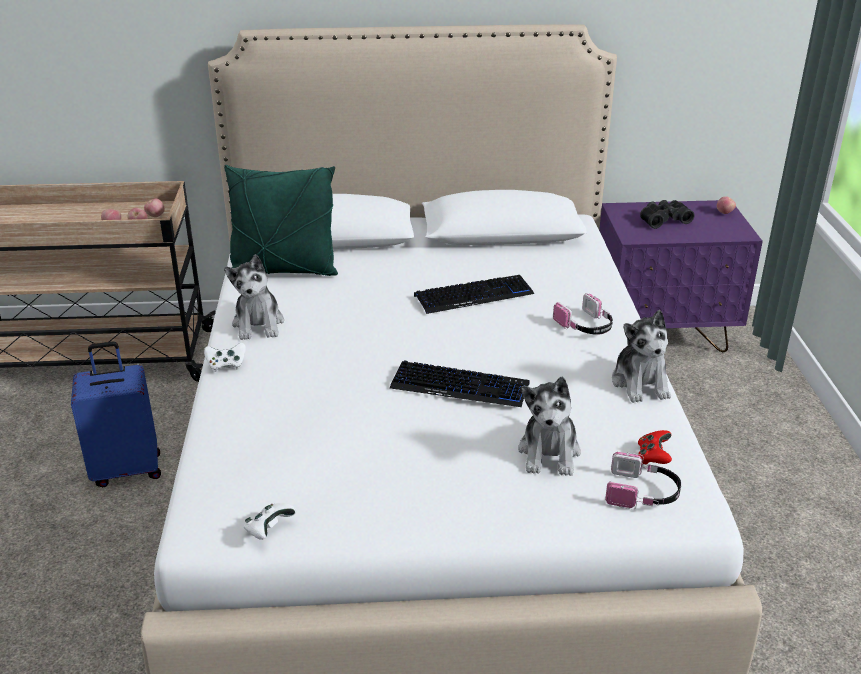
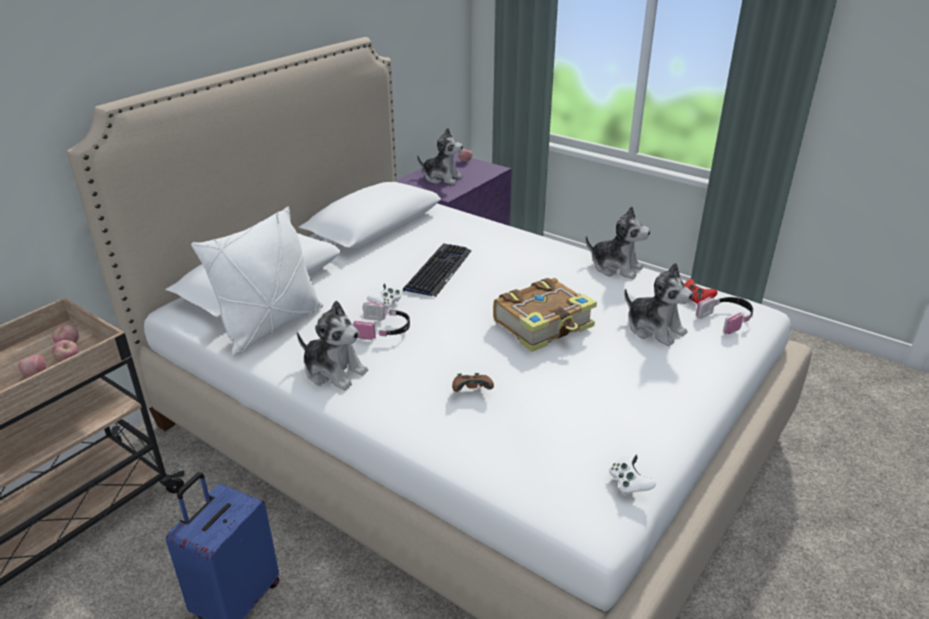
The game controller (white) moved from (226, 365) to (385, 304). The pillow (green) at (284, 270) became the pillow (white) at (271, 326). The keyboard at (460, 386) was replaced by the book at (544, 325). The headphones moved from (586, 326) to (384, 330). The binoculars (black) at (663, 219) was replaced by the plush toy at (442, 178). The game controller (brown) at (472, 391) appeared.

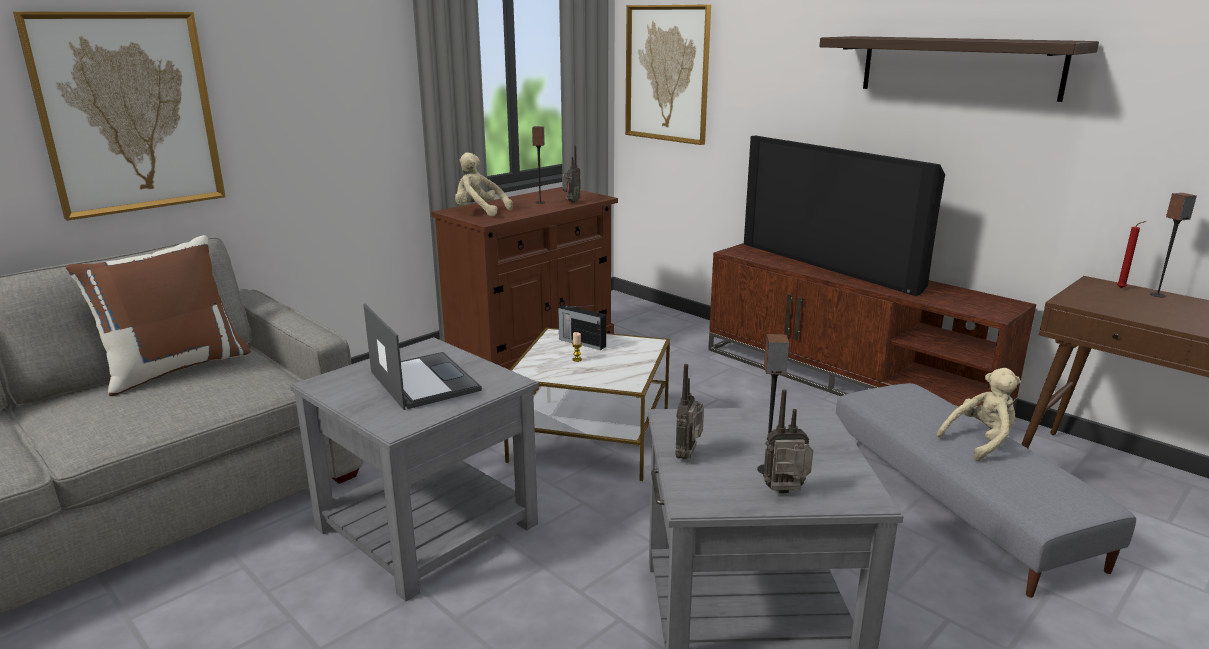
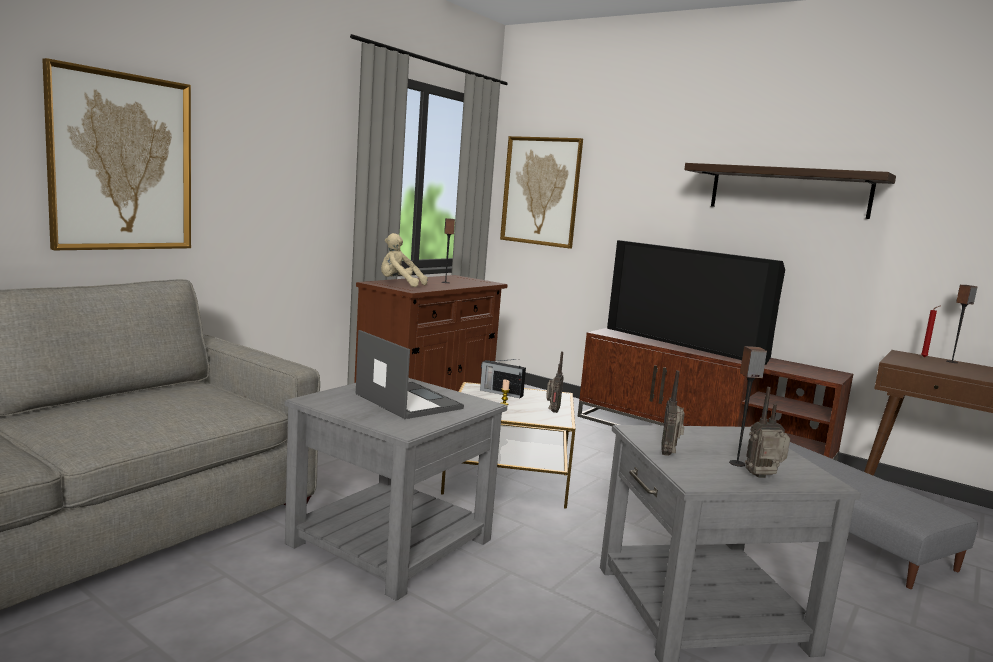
The pillow (brown) at (175, 368) disappeared. The radio moved from (571, 202) to (552, 411). The plush toy (beige) at (980, 442) disappeared.

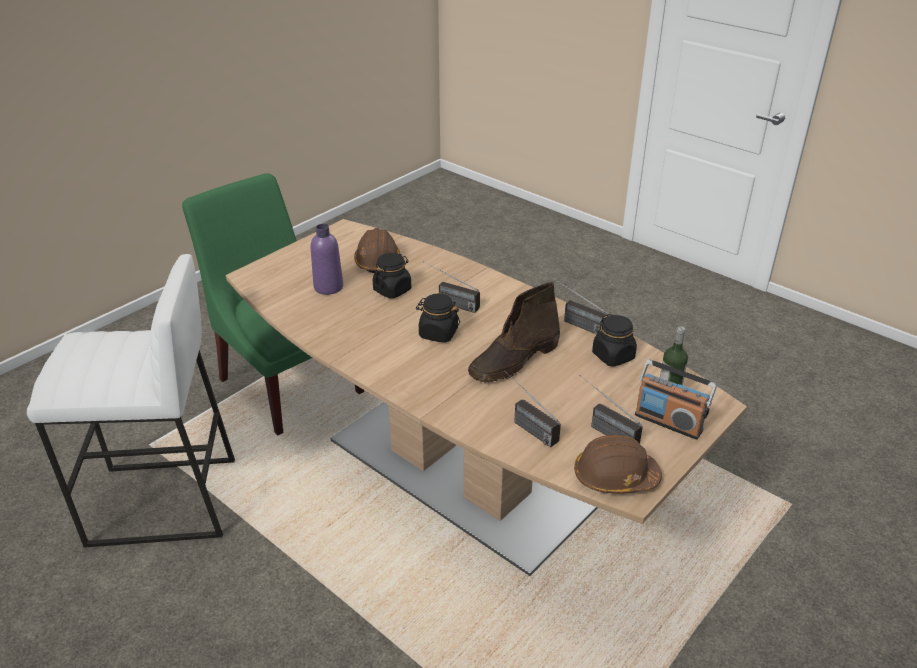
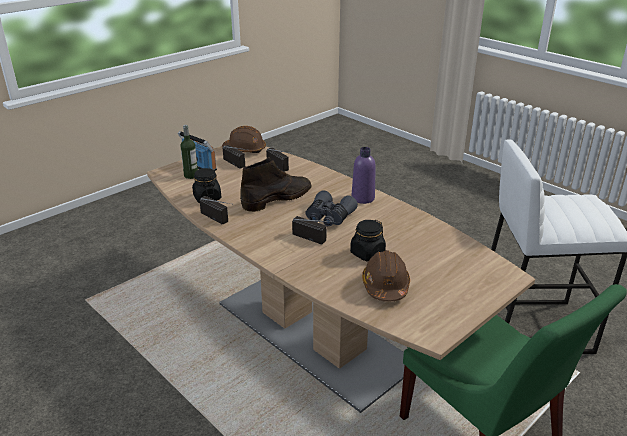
The bottle (purple) moved from (328, 287) to (363, 198). The jar (black) at (438, 333) was replaced by the binoculars (grey) at (329, 217).

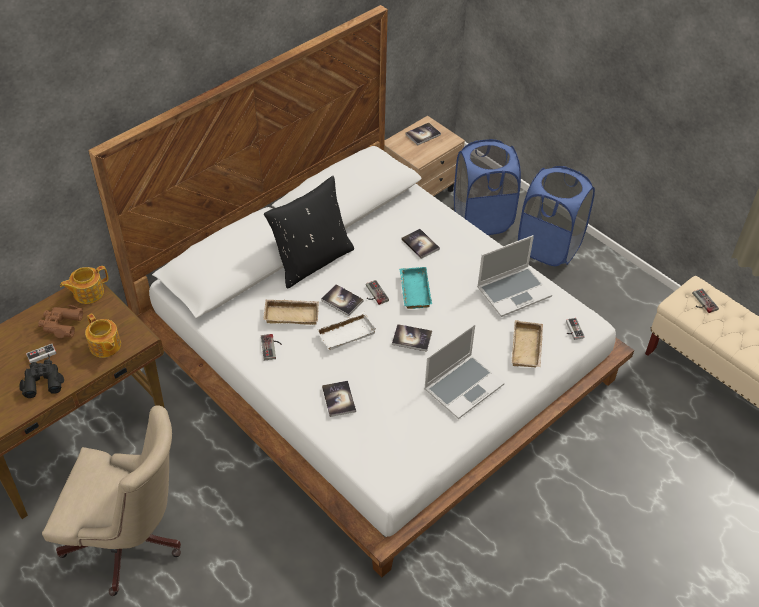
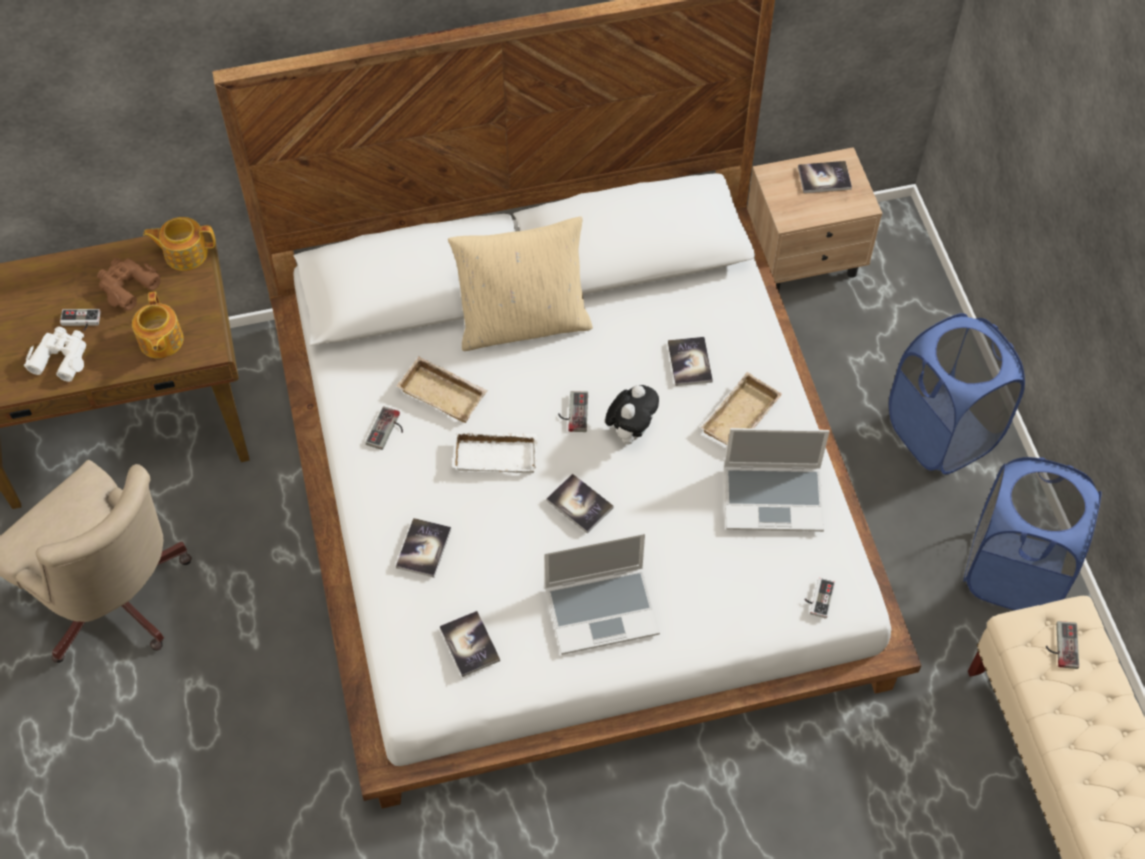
The binoculars (black) at (42, 381) became the binoculars (white) at (61, 357). The pillow (black) at (312, 261) became the pillow (beige) at (523, 322). The book moved from (342, 300) to (469, 644). The tray (turquoise) at (413, 290) was replaced by the plush toy at (631, 431). The laundry basket (blue) moved from (482, 219) to (1013, 571). The tray (beige) moved from (528, 348) to (742, 418).

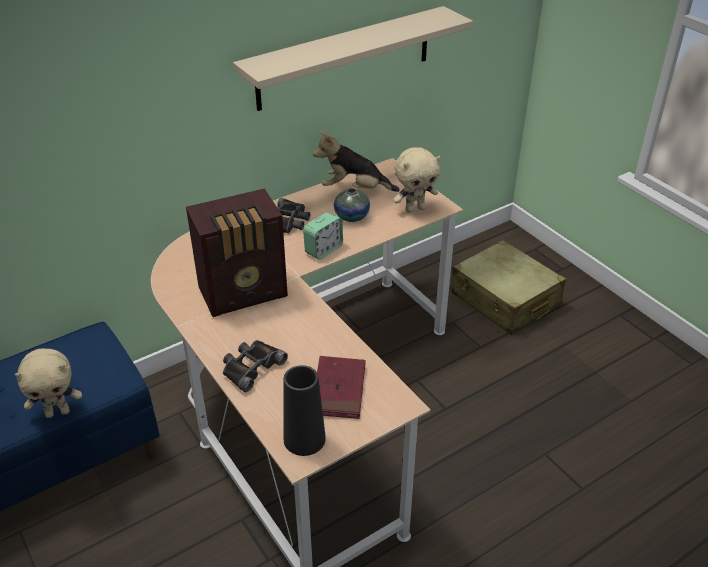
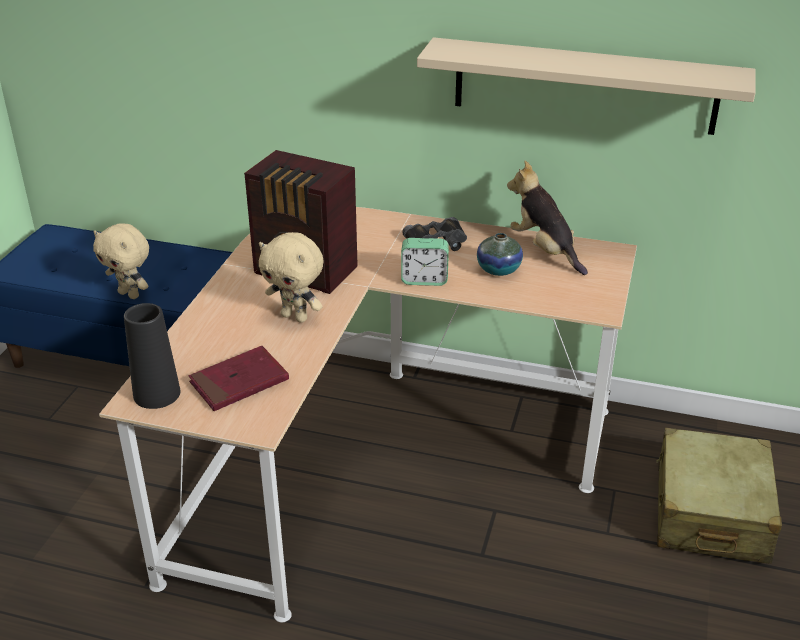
The binoculars (black) at (251, 367) disappeared. The plush toy (beige) moved from (415, 209) to (295, 317).

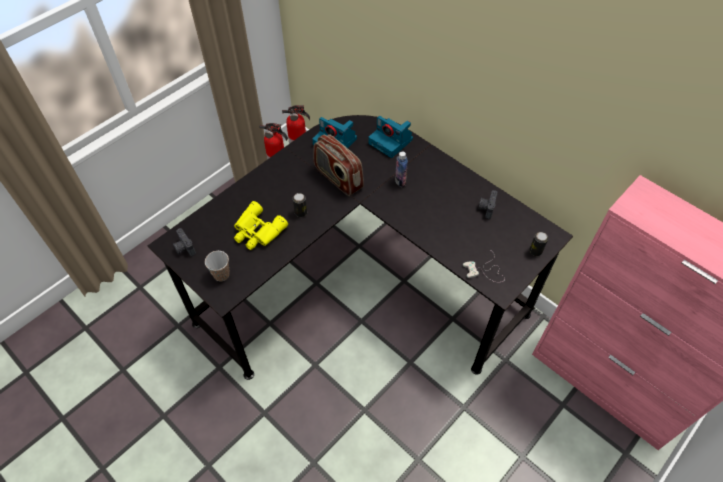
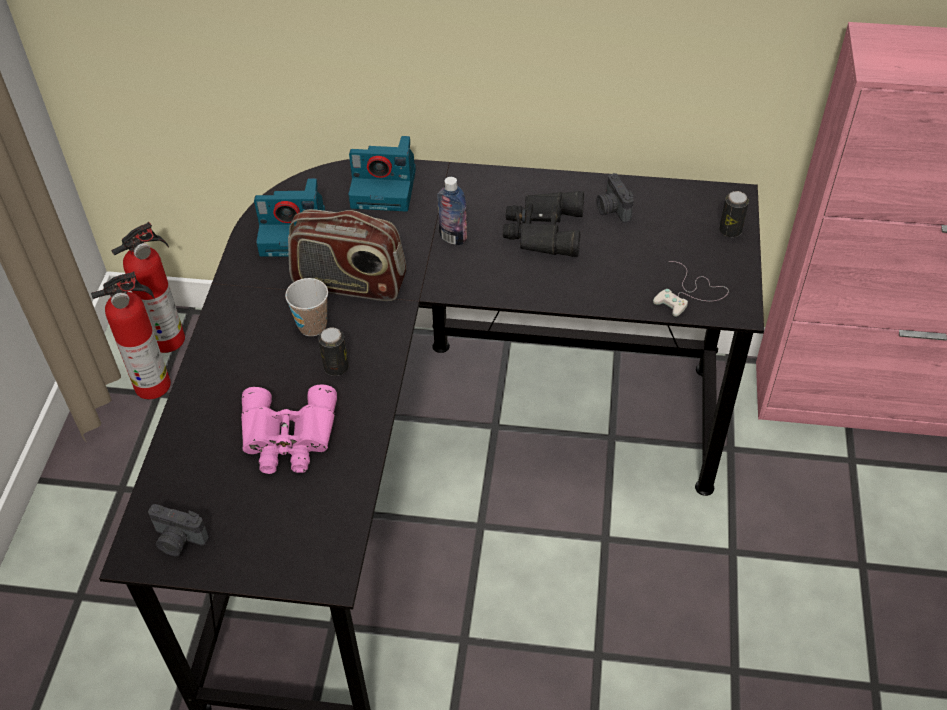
The cup moved from (221, 275) to (312, 326). The binoculars (yellow) at (257, 232) became the binoculars (pink) at (289, 438). The binoculars (black) at (542, 230) appeared.

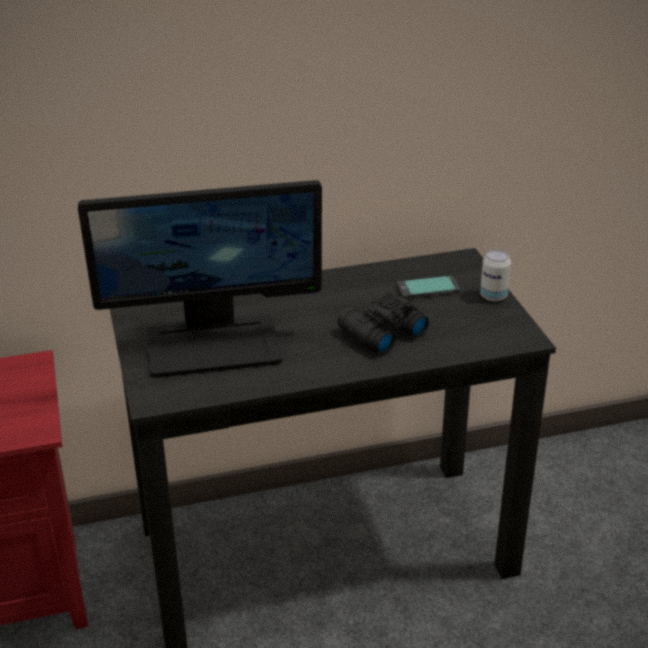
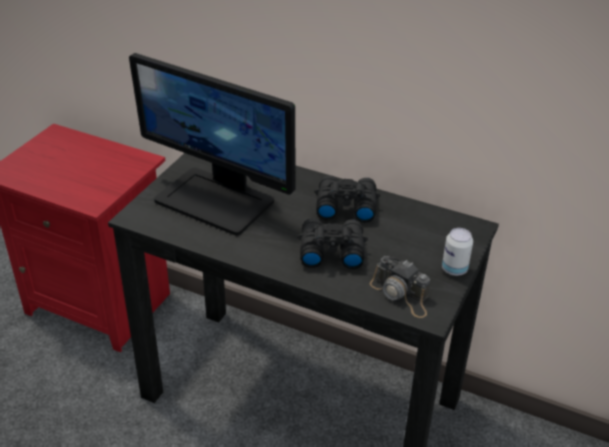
The phone at (428, 289) disappeared. The binoculars (black) at (345, 205) appeared. The photo camera at (401, 294) appeared.

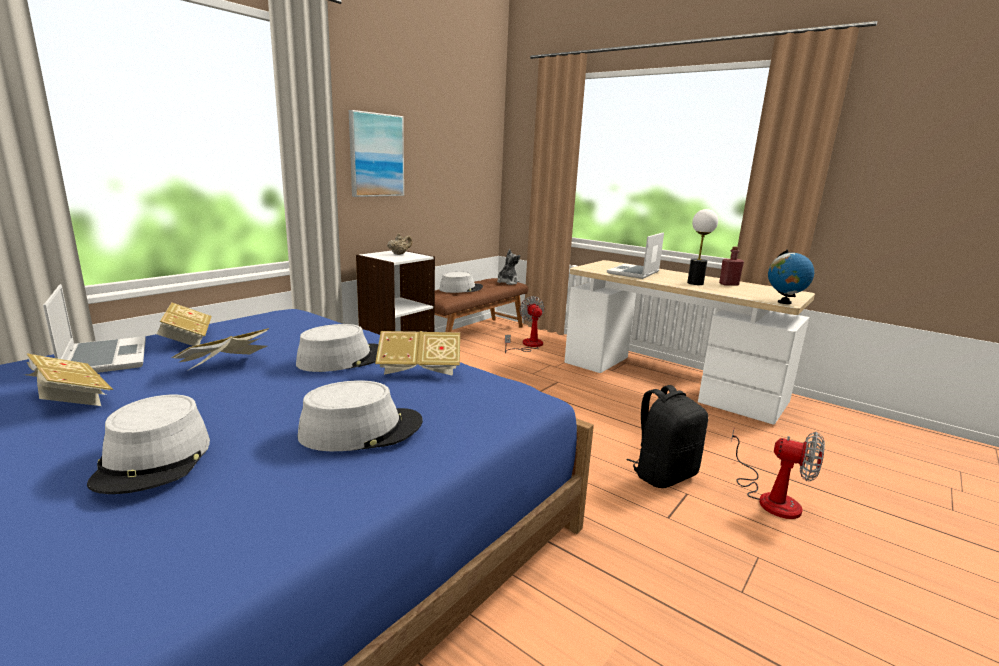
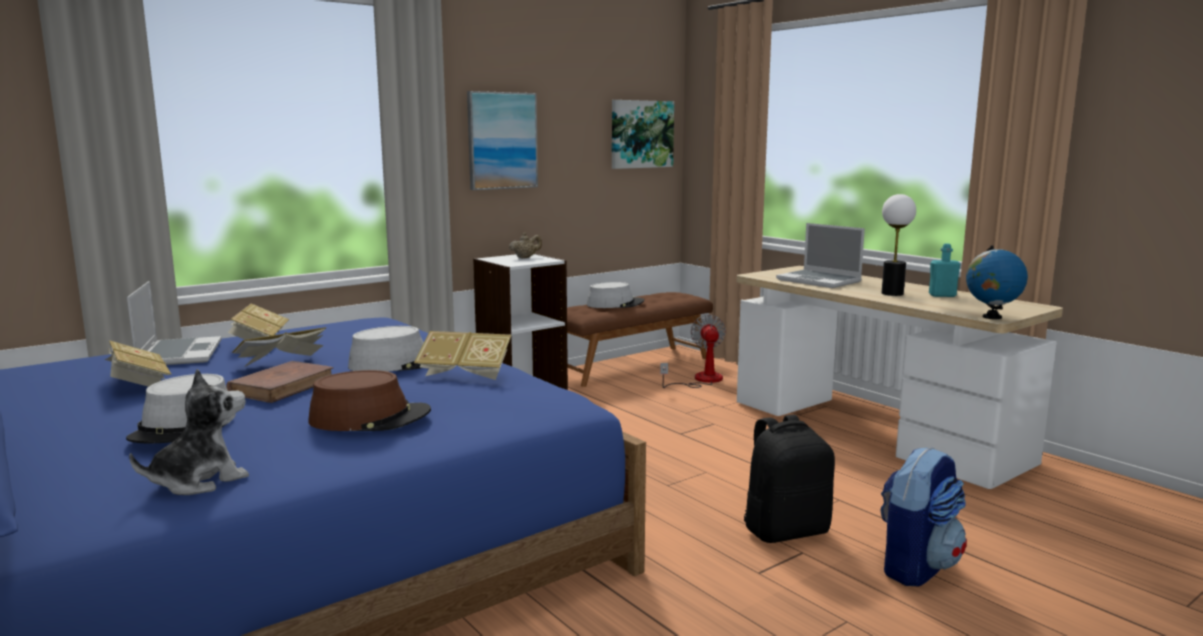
The hat (grey) at (361, 430) became the hat (brown) at (370, 418). The plush toy moved from (507, 282) to (199, 481). The laptop at (634, 273) turned 90 degrees counterclockwise. The bottle (red) at (728, 284) became the bottle (turquoise) at (942, 295). The fan at (770, 497) was replaced by the backpack at (916, 566). The book (brown) at (283, 387) appeared. The picture at (641, 134) appeared.

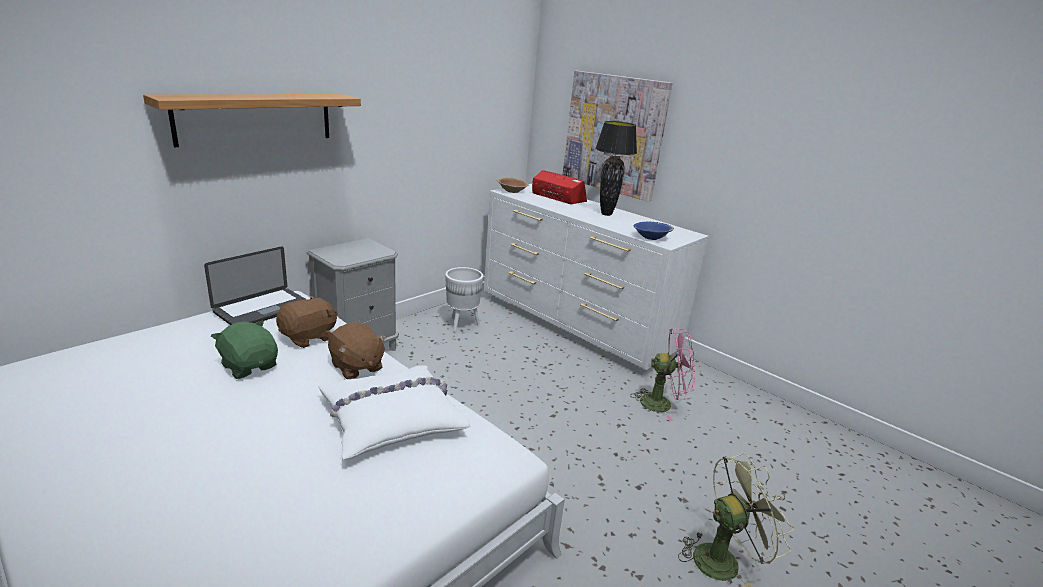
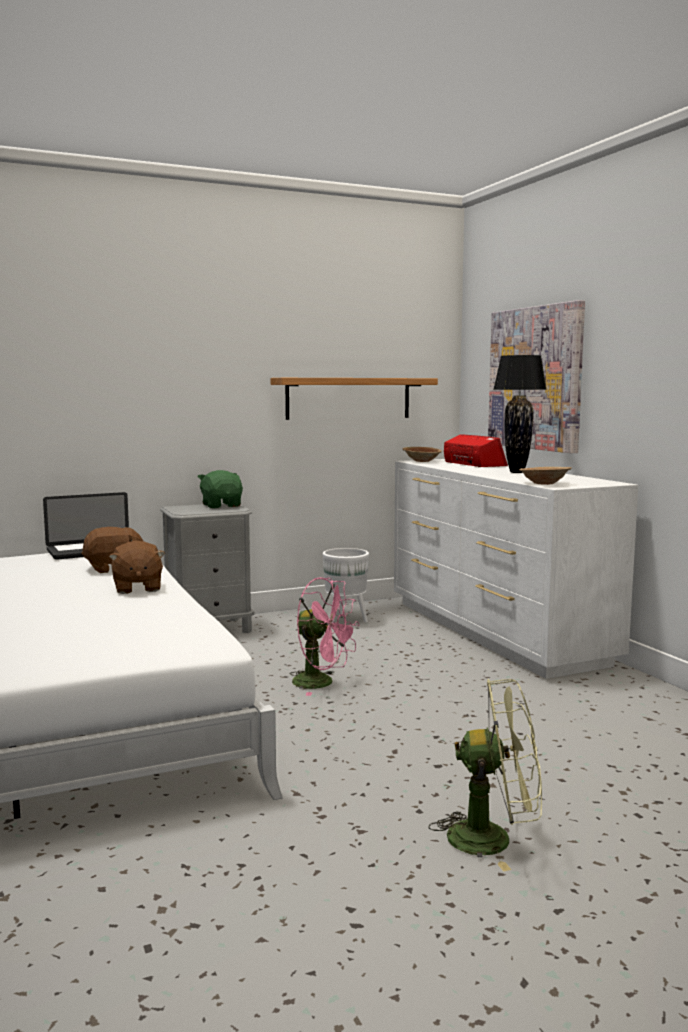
The shelf moved from (255, 118) to (348, 398). The plush toy (green) moved from (250, 366) to (222, 505). The pillow (white) at (391, 419) disappeared. The fan (pink) moved from (662, 403) to (322, 683). The bowl (blue) at (651, 237) became the bowl (brown) at (544, 483).

